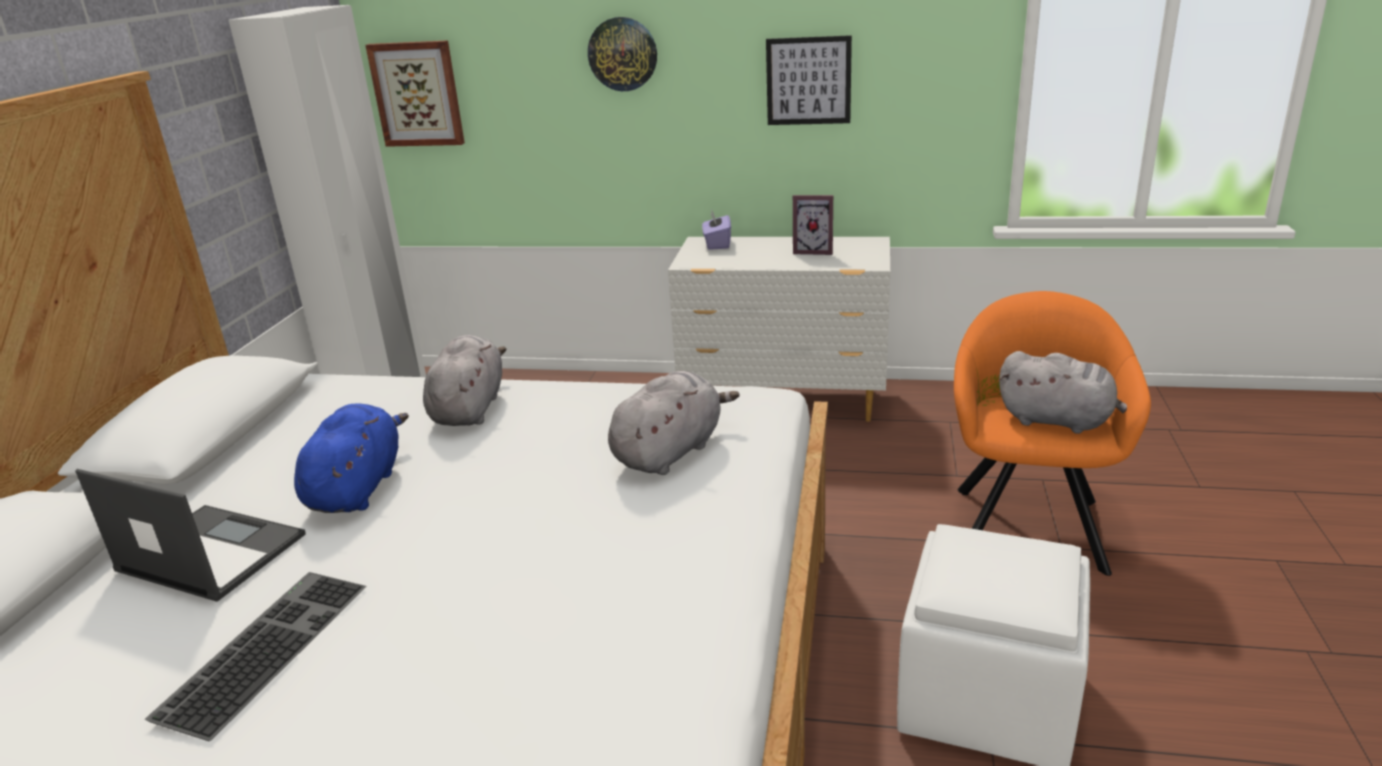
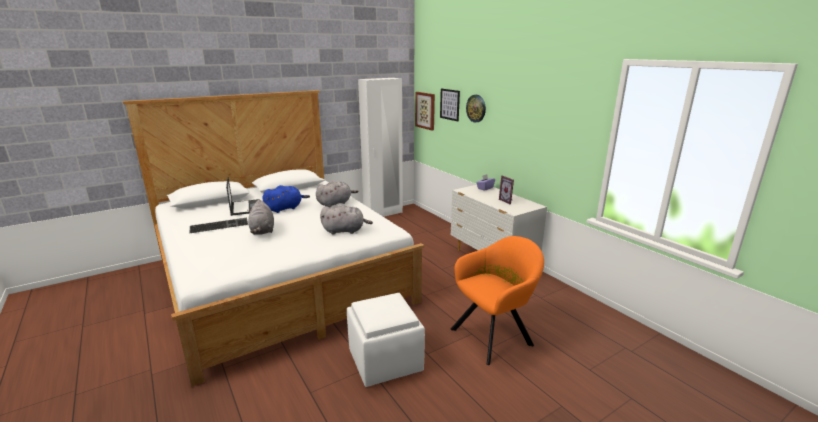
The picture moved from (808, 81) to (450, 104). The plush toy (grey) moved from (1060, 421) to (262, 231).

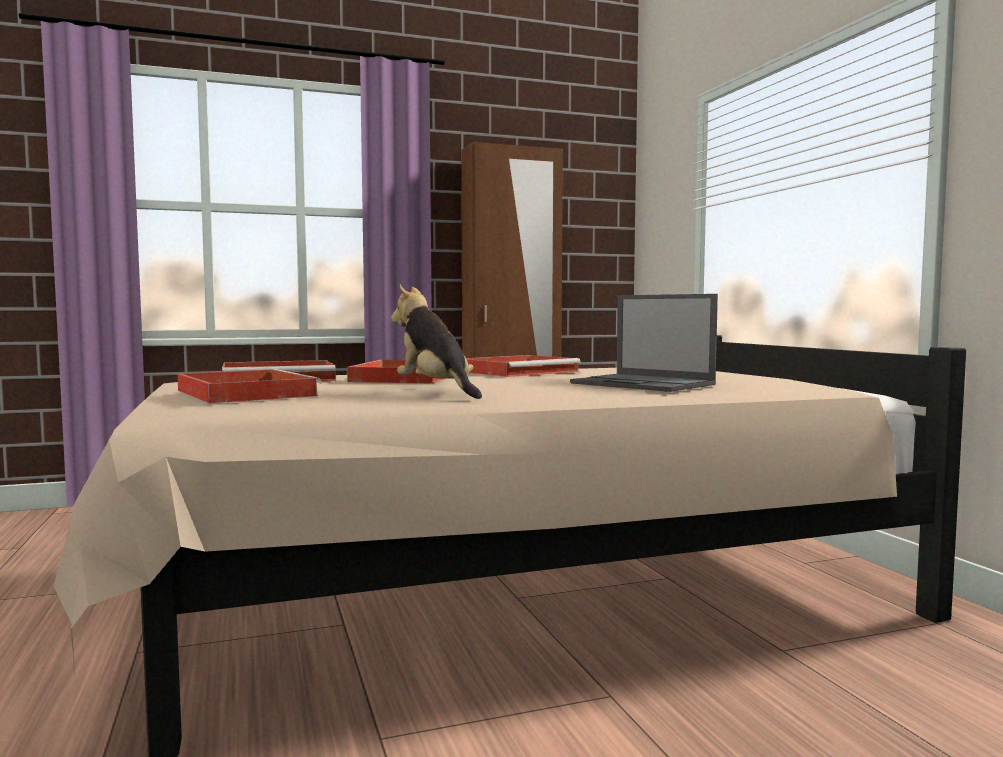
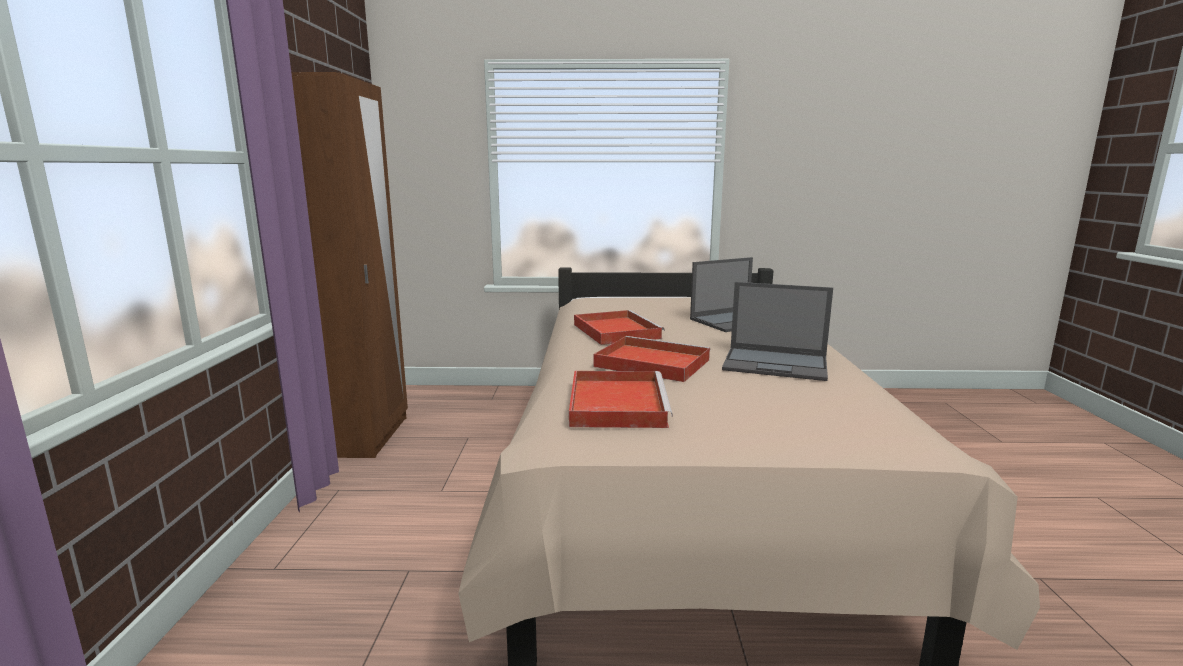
The tray (red) at (244, 393) disappeared. The plush toy at (436, 391) was replaced by the laptop at (776, 364).

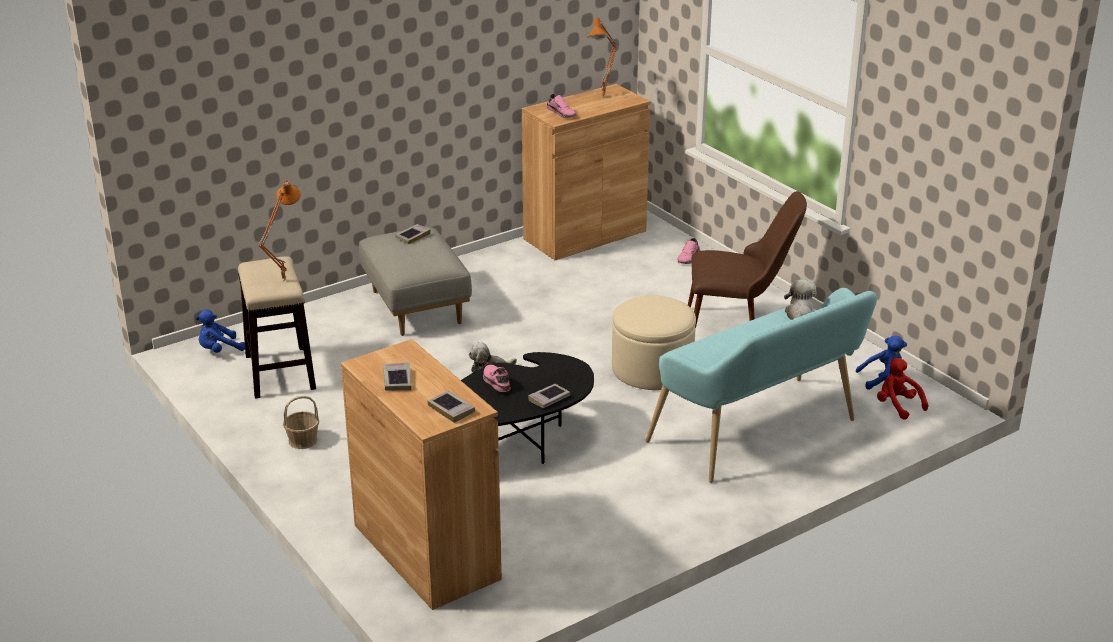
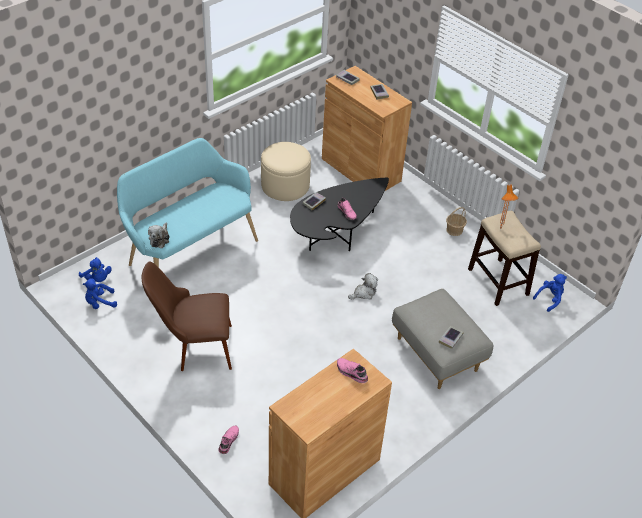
The table lamp (orange) at (605, 97) disappeared. The ottoman (beige) moved from (652, 369) to (285, 185). The plush toy (red) at (897, 406) became the plush toy (blue) at (97, 279).

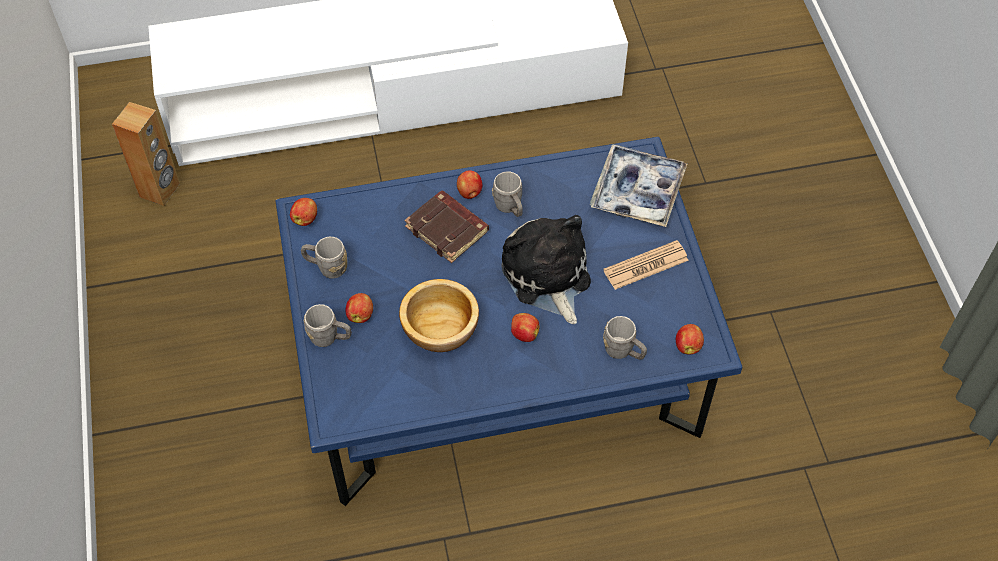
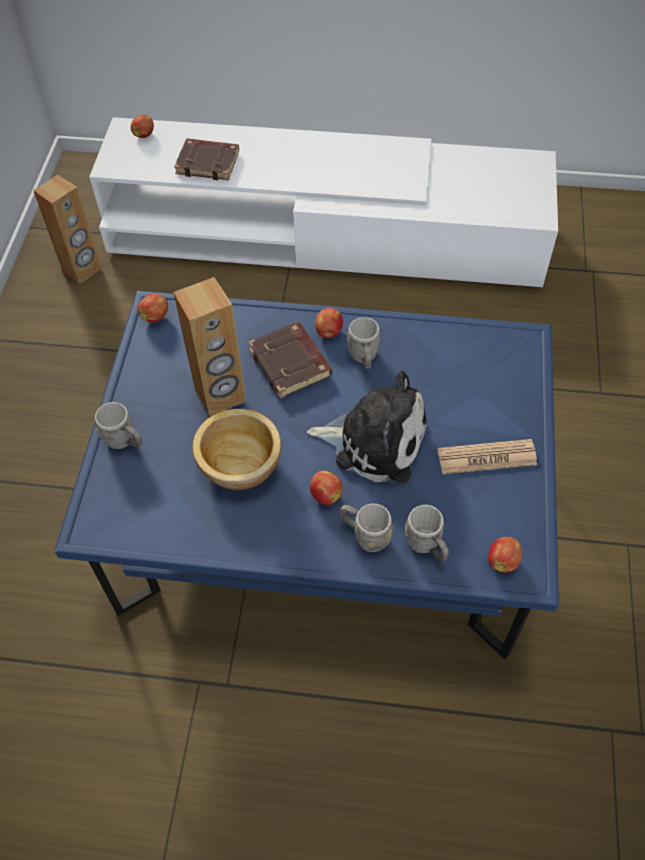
The mug (grey) moved from (326, 267) to (365, 535). The apple moved from (360, 315) to (144, 134). The plush toy at (547, 277) turned 105 degrees clockwise. The tray at (637, 192) disappeared. The speaker (brown) at (221, 396) appeared. The book (brown) at (209, 163) appeared.

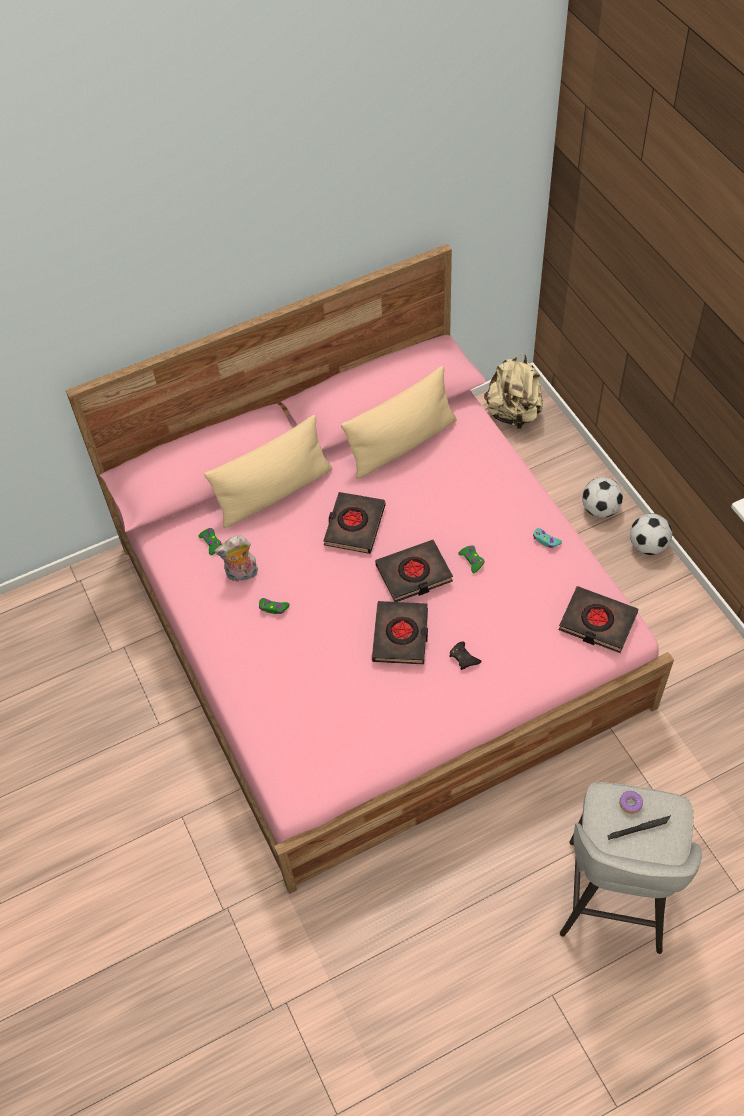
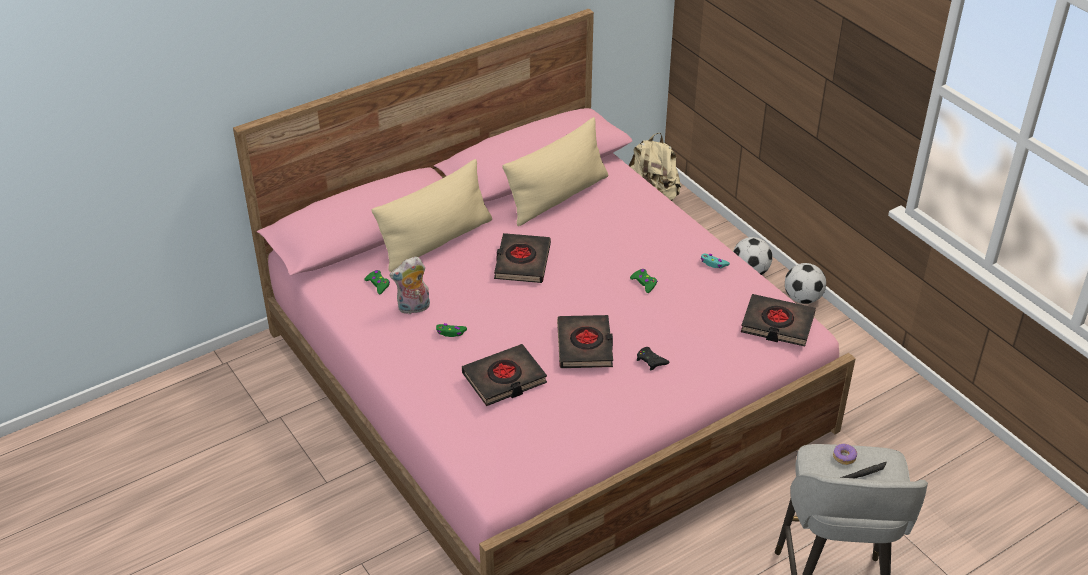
The book (black) moved from (414, 574) to (504, 379).

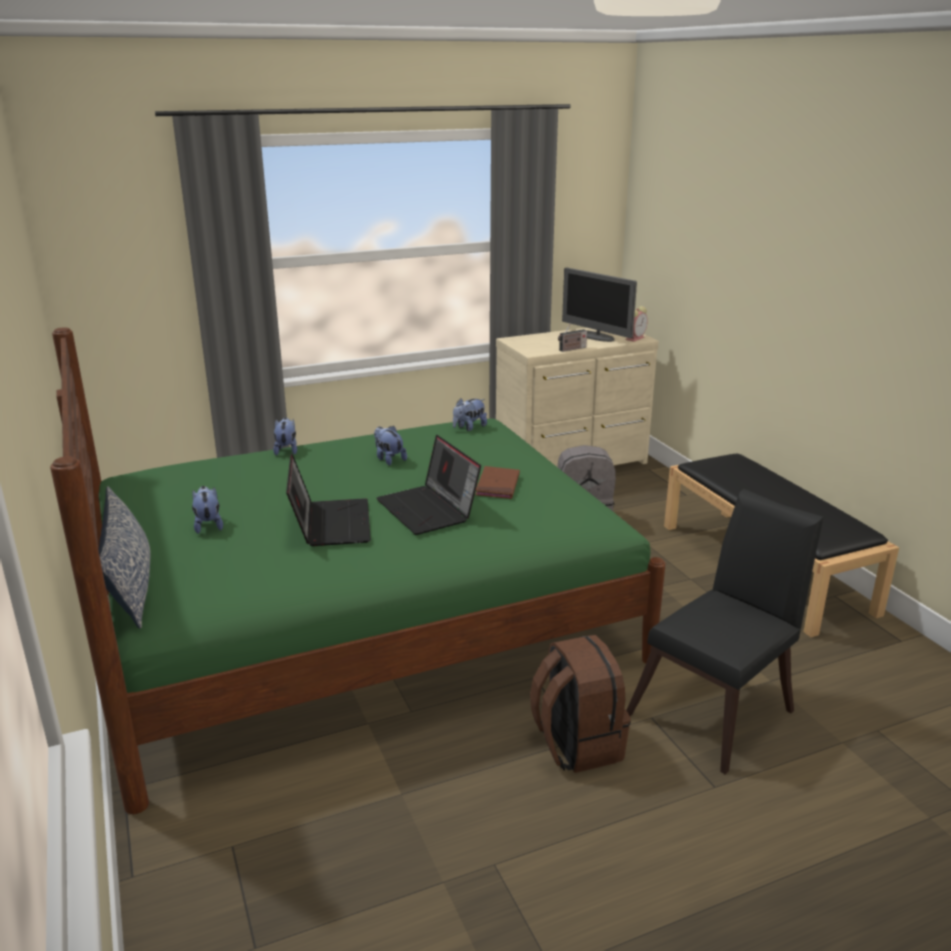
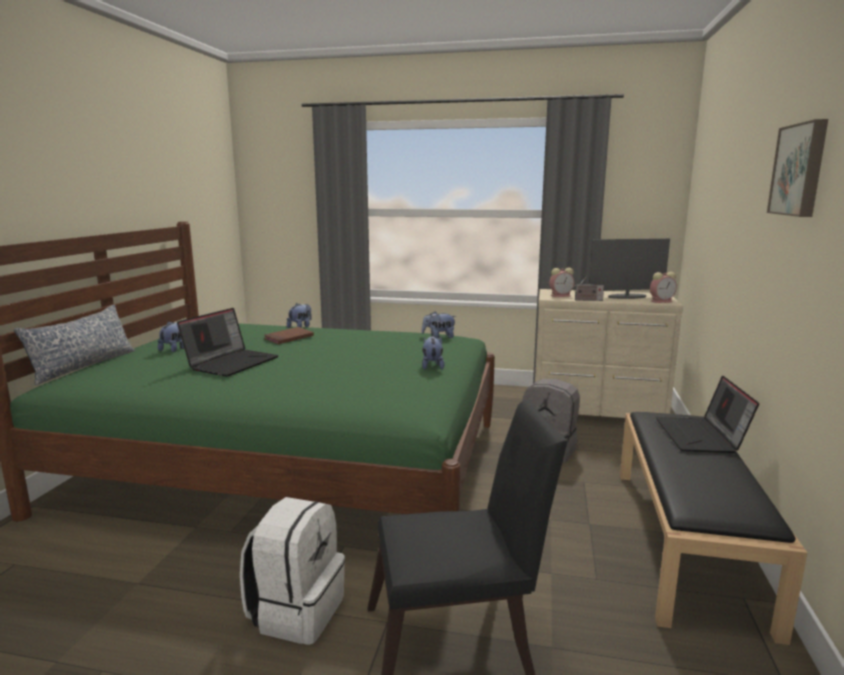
The plush toy moved from (389, 459) to (432, 366). The laptop moved from (429, 510) to (701, 436). The book (brown) moved from (497, 485) to (289, 338). The backpack (brown) at (576, 744) became the backpack (white) at (296, 611). The monitor at (596, 337) turned 90 degrees clockwise. The alarm clock at (561, 296) appeared. The picture at (800, 170) appeared.

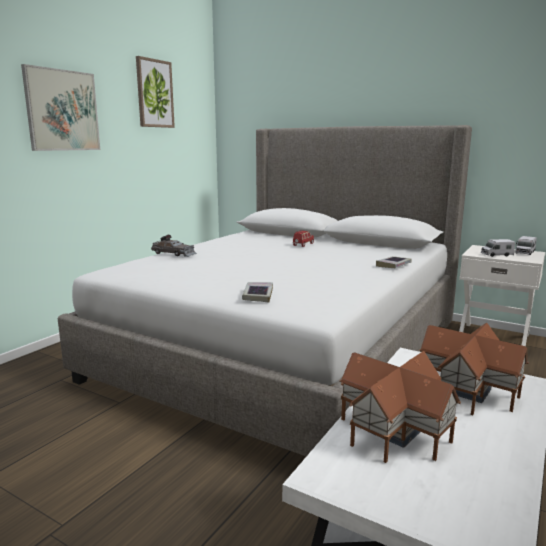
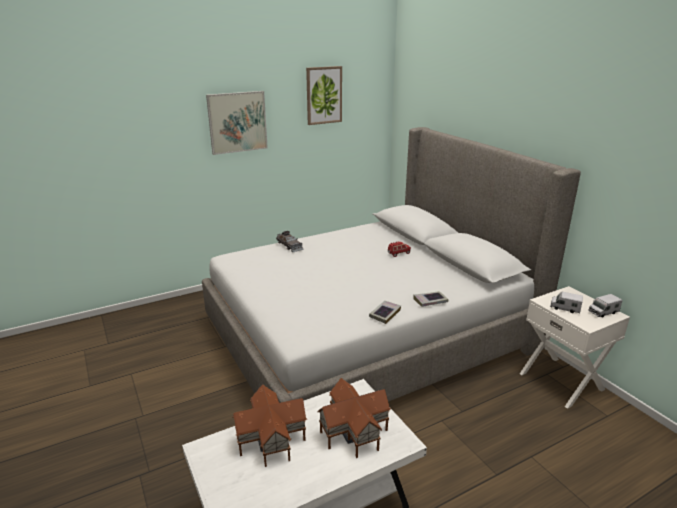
The book moved from (258, 295) to (385, 314).

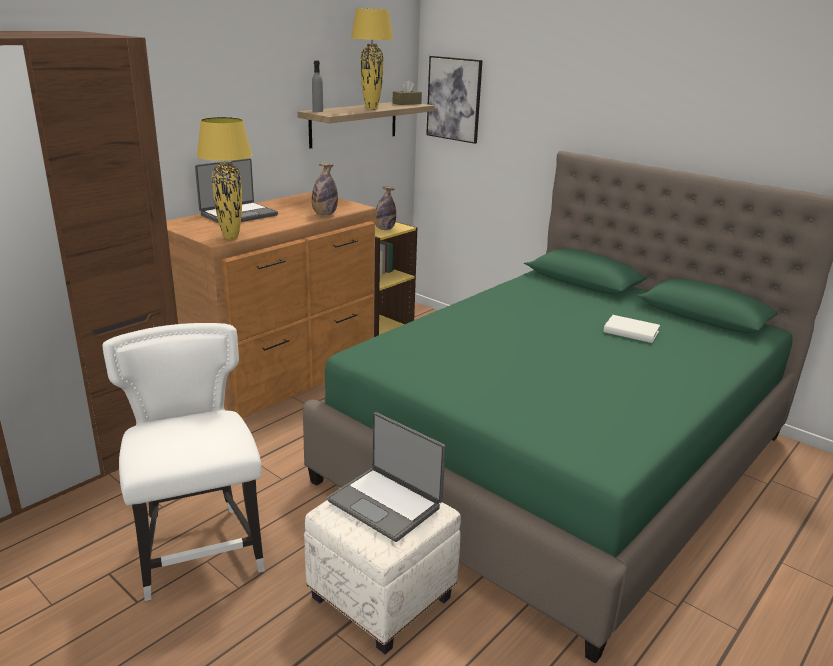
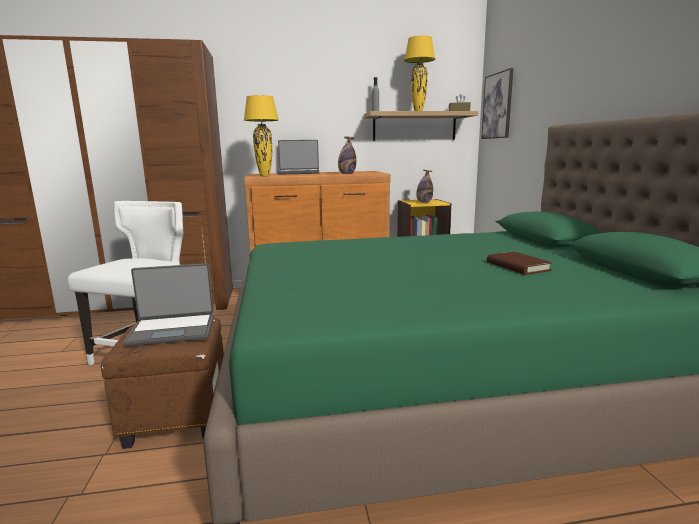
The ottoman (white) at (383, 598) became the ottoman (brown) at (178, 417). The laptop at (386, 503) turned 90 degrees counterclockwise. The book (white) at (631, 332) became the book (brown) at (517, 266).

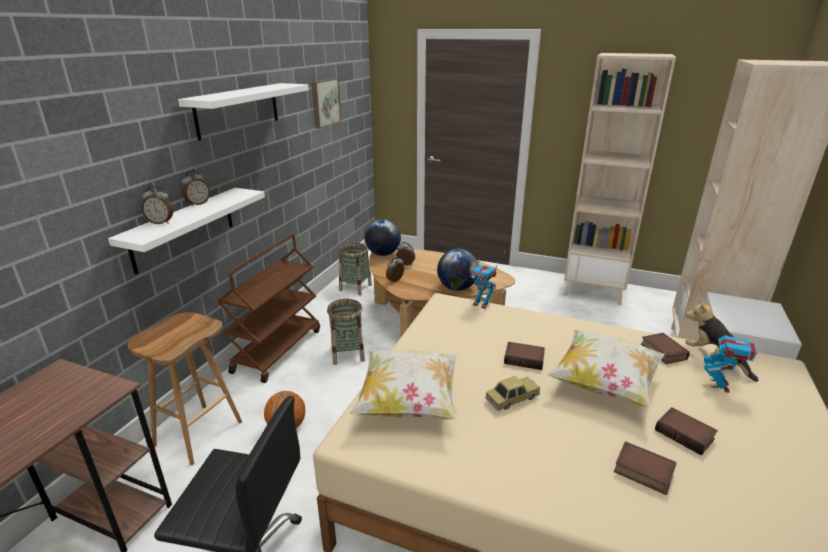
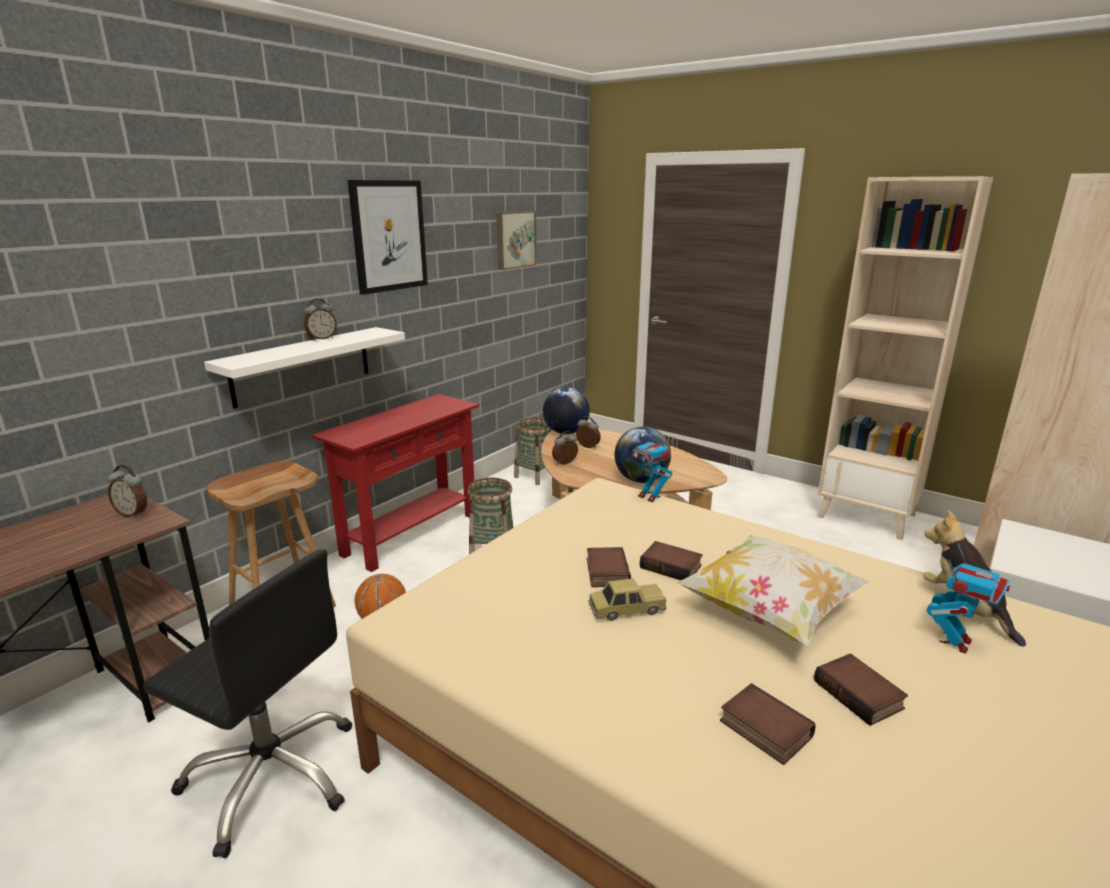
The alarm clock moved from (161, 222) to (133, 514). The shelf (white) at (238, 110) was replaced by the picture at (388, 236). The cart (brown) at (277, 350) was replaced by the console table (red) at (411, 534). The pillow at (408, 402) disappeared. The book moved from (662, 351) to (605, 571).

